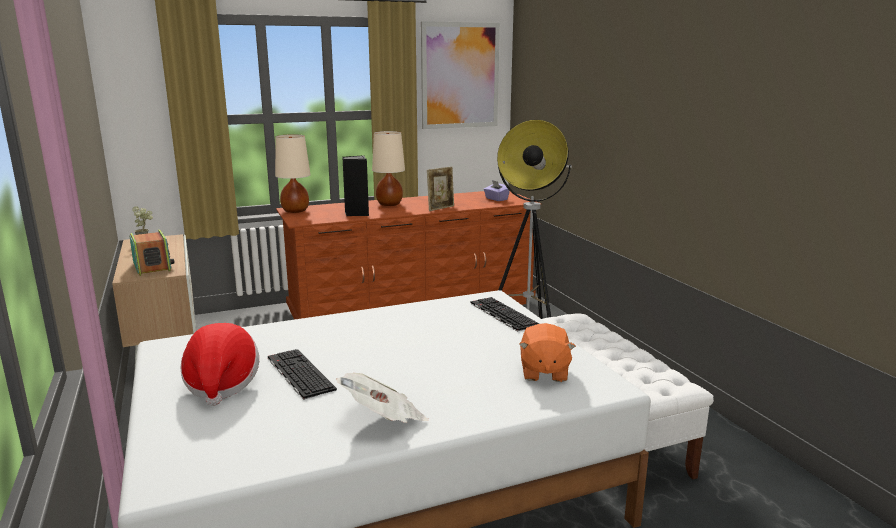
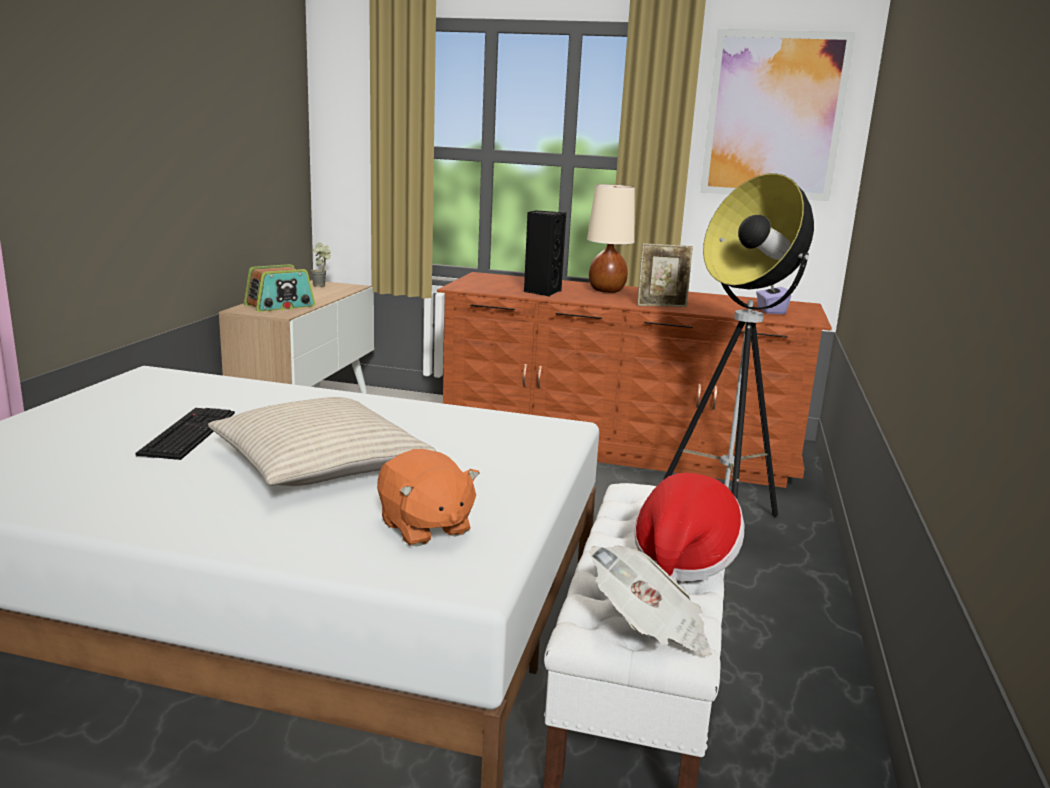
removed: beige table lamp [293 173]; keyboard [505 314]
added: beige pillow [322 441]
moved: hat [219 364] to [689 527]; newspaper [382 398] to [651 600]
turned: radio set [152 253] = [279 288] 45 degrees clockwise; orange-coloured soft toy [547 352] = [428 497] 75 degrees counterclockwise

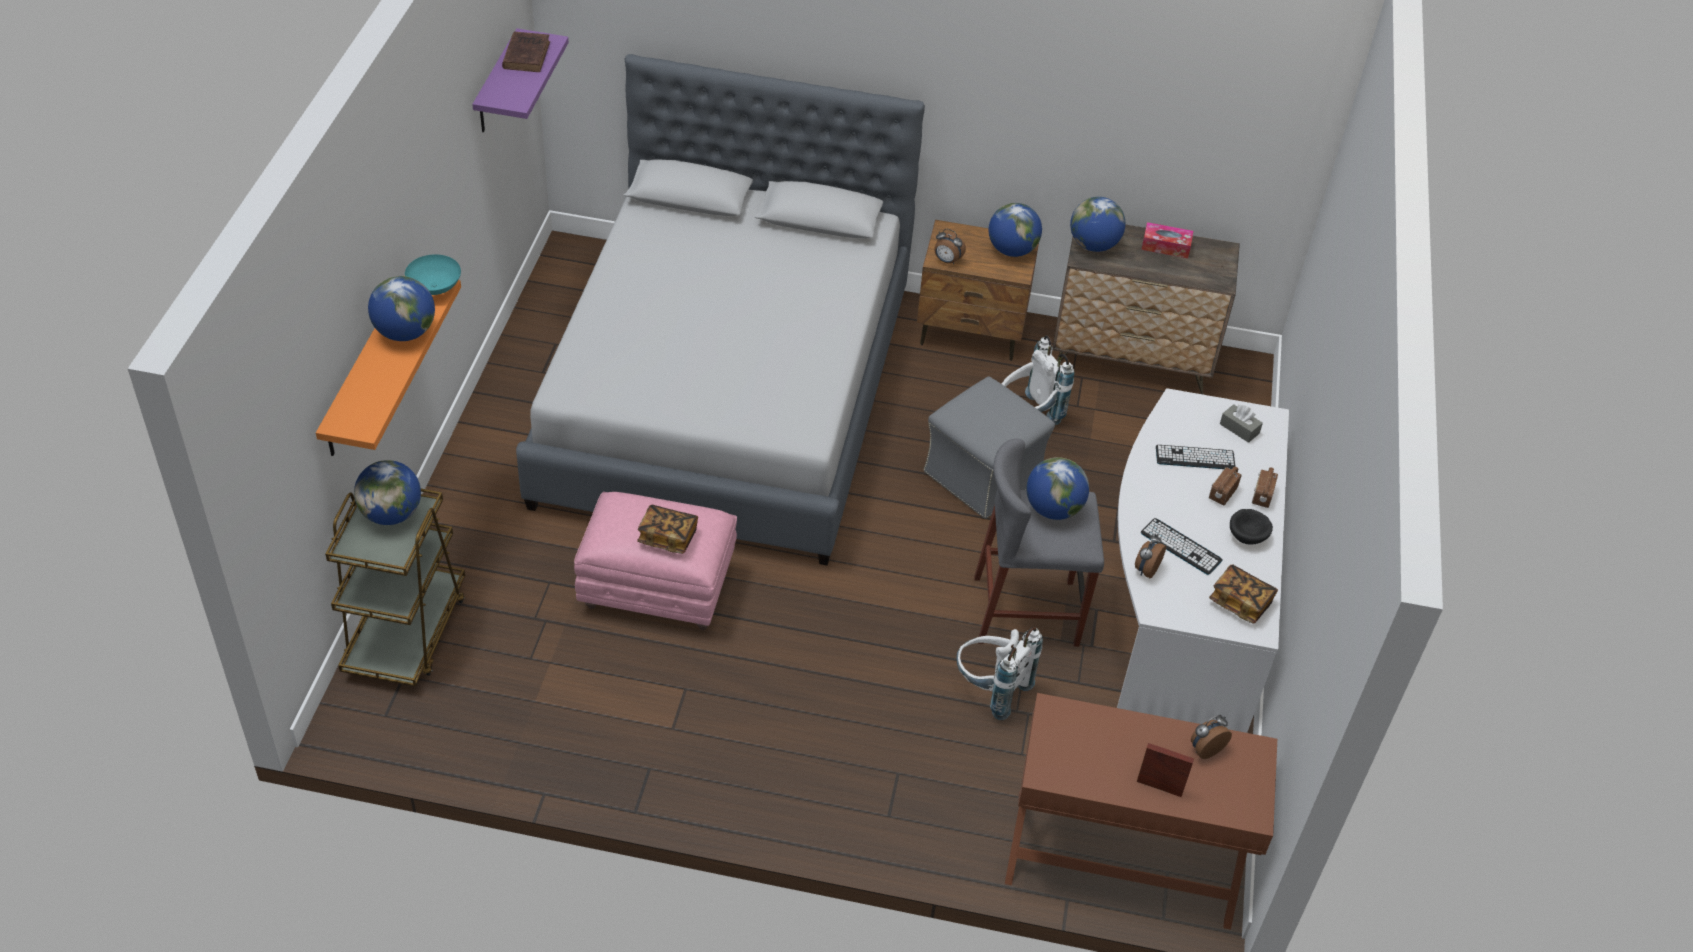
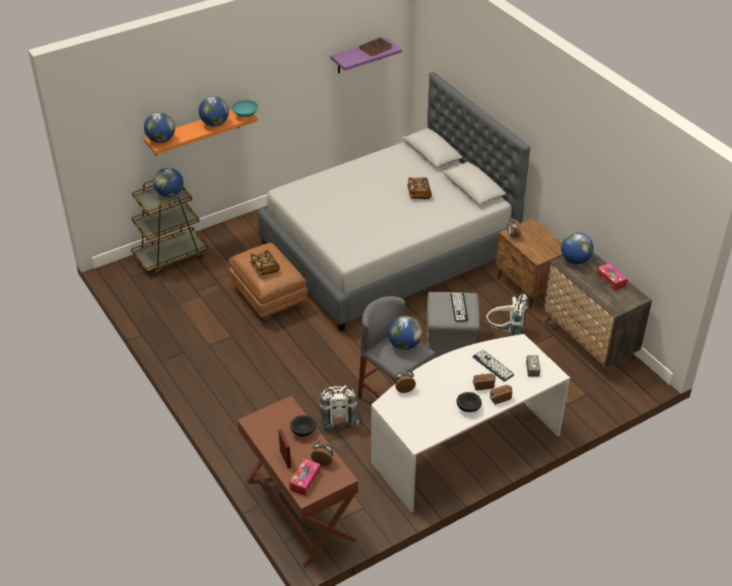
added: blackish serving bowl [303 426]; box of tissues [305 477]
moved: desk globe [1015 230] to [159 127]; keyboard [1182 546] to [460 307]; bound book [1243 594] to [419 188]
recoloured: pink pouffe [655 561] to brown-coloured pouffe [268 282]

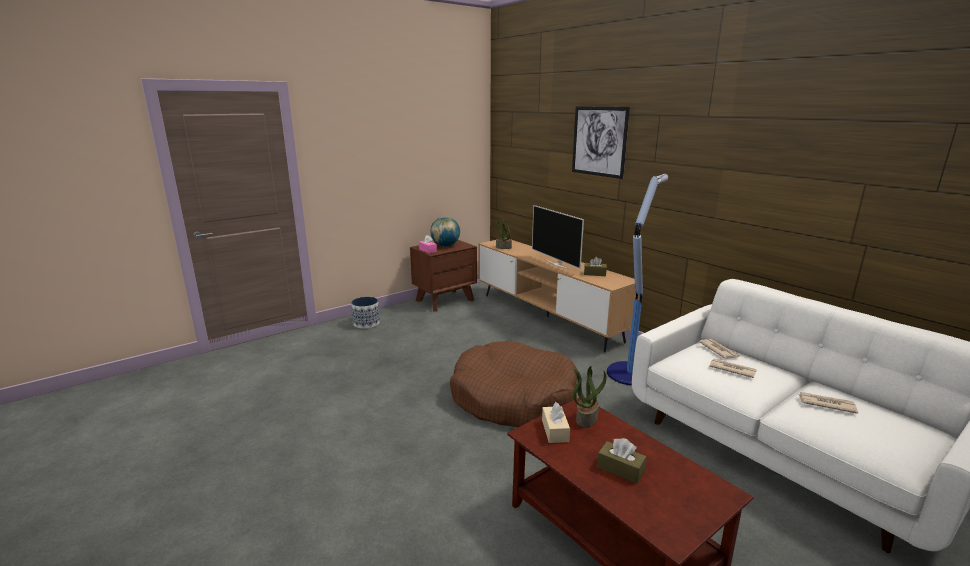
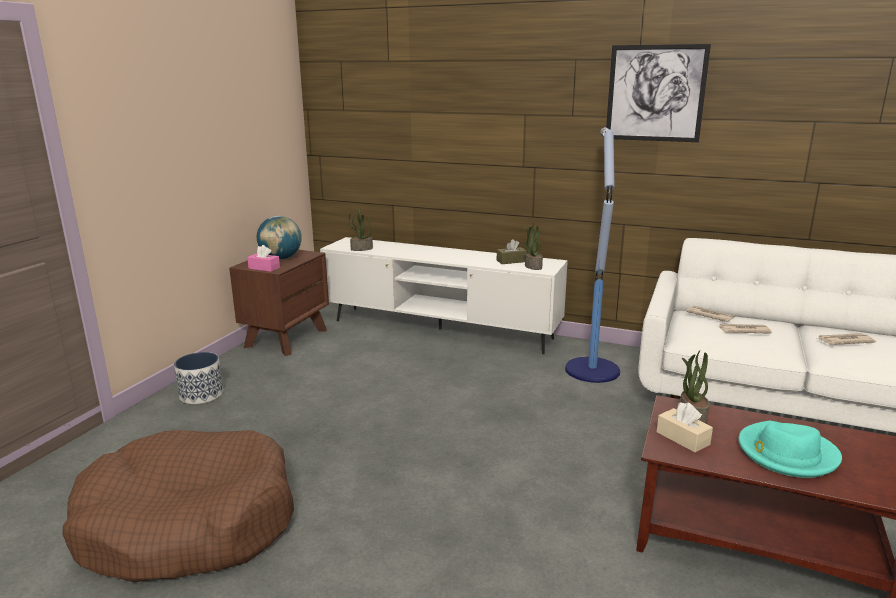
removed: TV set [558 237]
added: houseplant [533 246]
moved: wall art [601 142] to [658 93]; brown-coloured dog bed [514 384] to [178 506]
replaced: brown-coloured box of tissues [622 461] to turquoise-coloured hat [790 449]
recoloured: brown-coloured tv stand [559 295] to whitish tv stand [444 295]

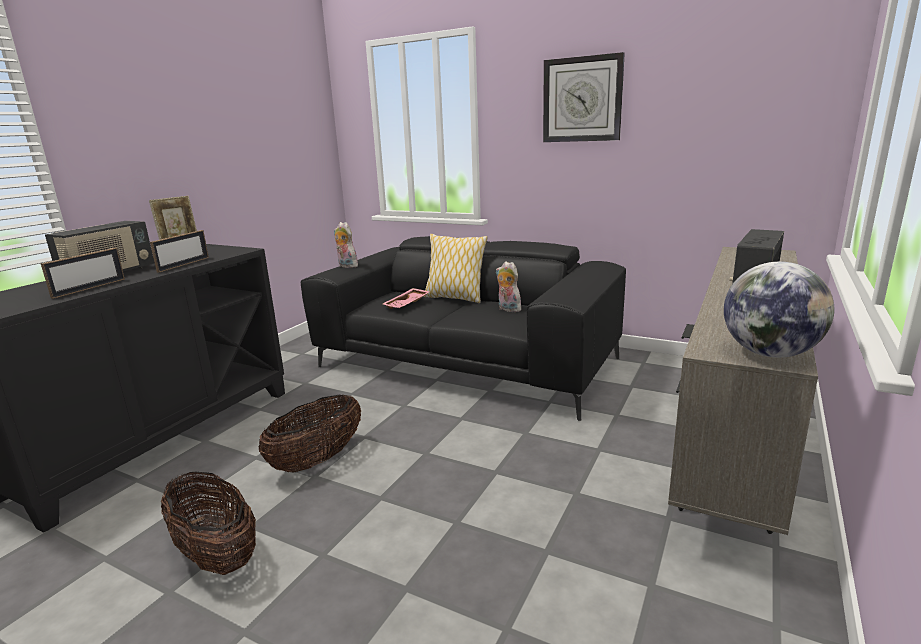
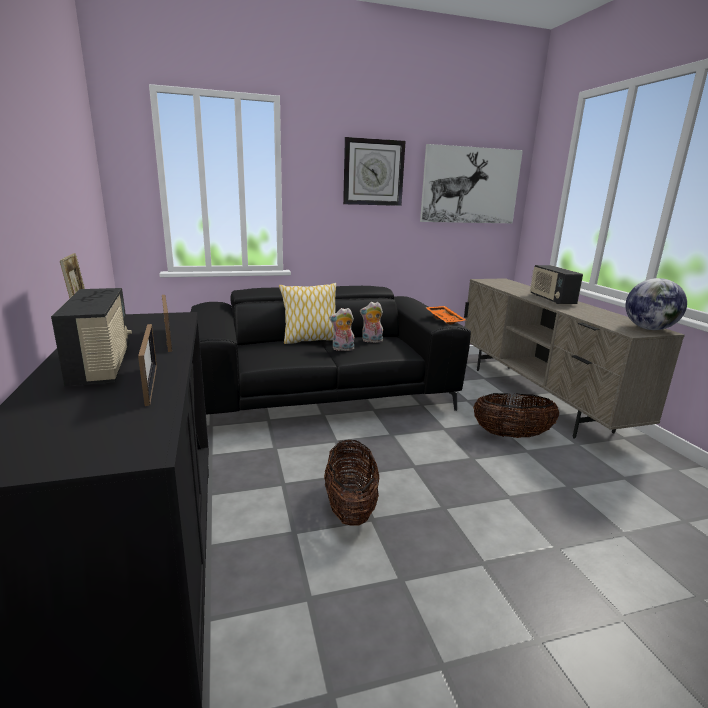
removed: pink carrying tray [406 298]
added: wall art [471 183]; orange-coloured carrying tray [446 315]
moved: soft toy [346 245] to [341 329]; basket [208 523] to [516 415]

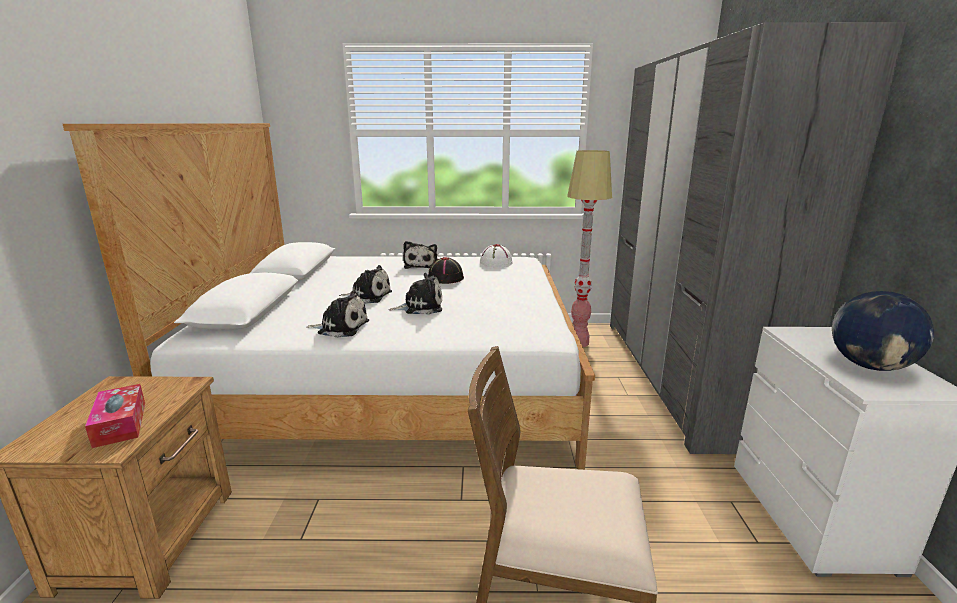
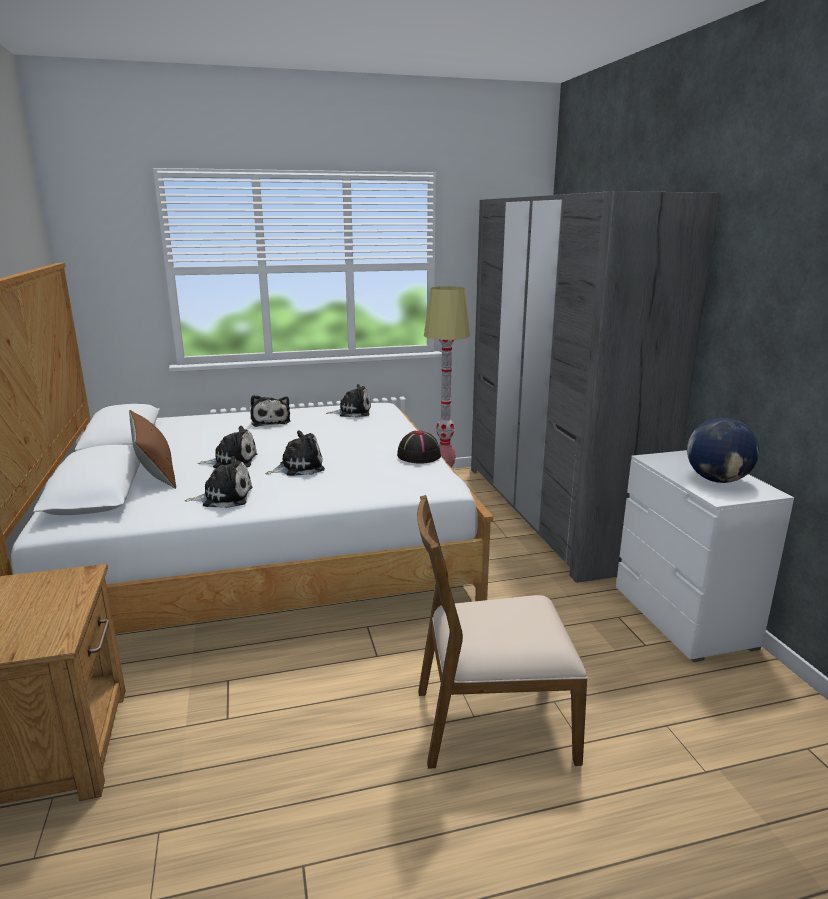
removed: box of tissues [115 416]
added: brown-coloured pillow [152 449]
moved: blackish hat [446 270] to [419 447]
replaced: whitish hat [496 255] to soft toy [348 401]

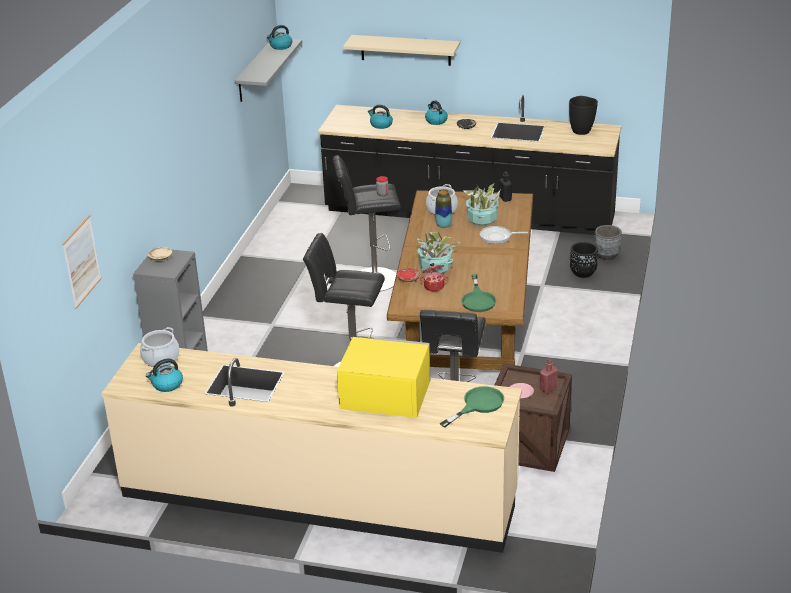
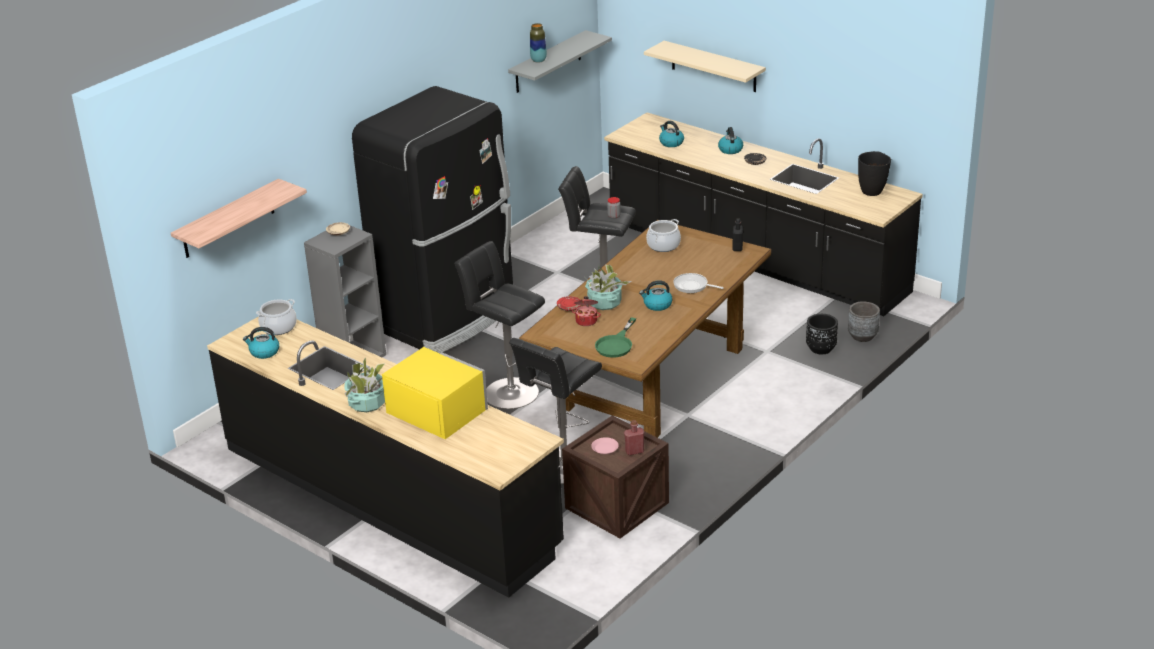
removed: green skillet [472 406]
added: blackish kitchen fridge [432 219]
moved: water kettle [279 37] to [656 295]; houseplant [481 205] to [365 384]; flower vase [443 208] to [538 43]
replaced: wall art [82 262] to wall shelf [239 218]
recoloured: beige kitchen base unit [311 448] to blackish kitchen base unit [385 457]

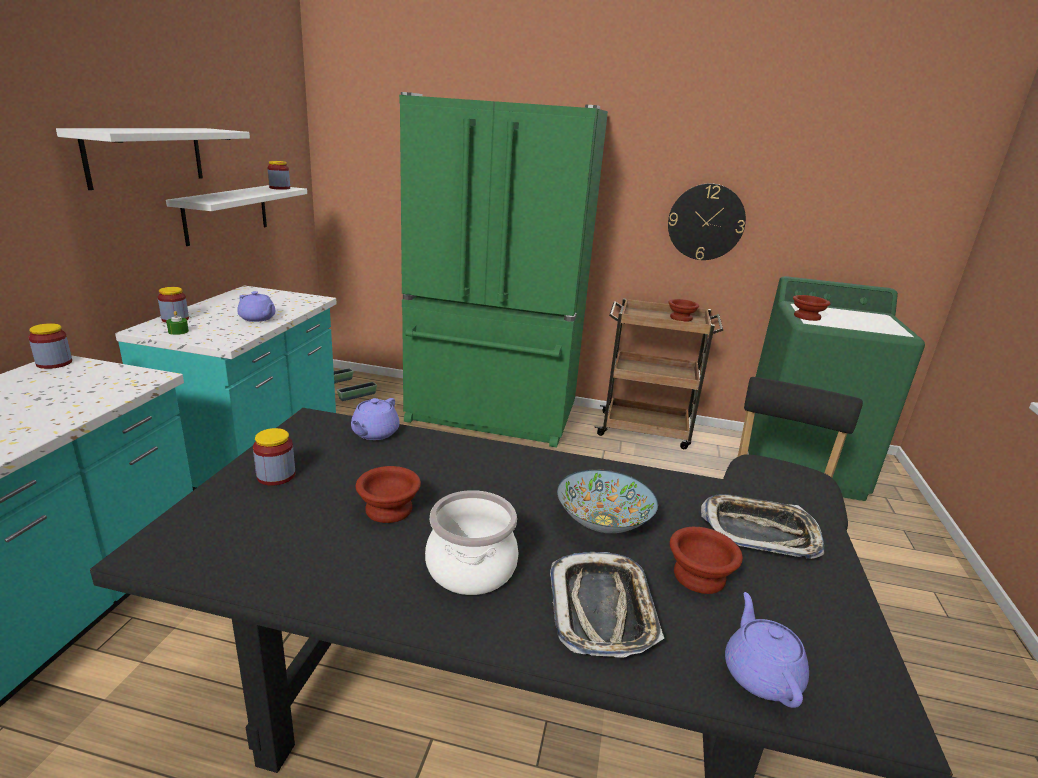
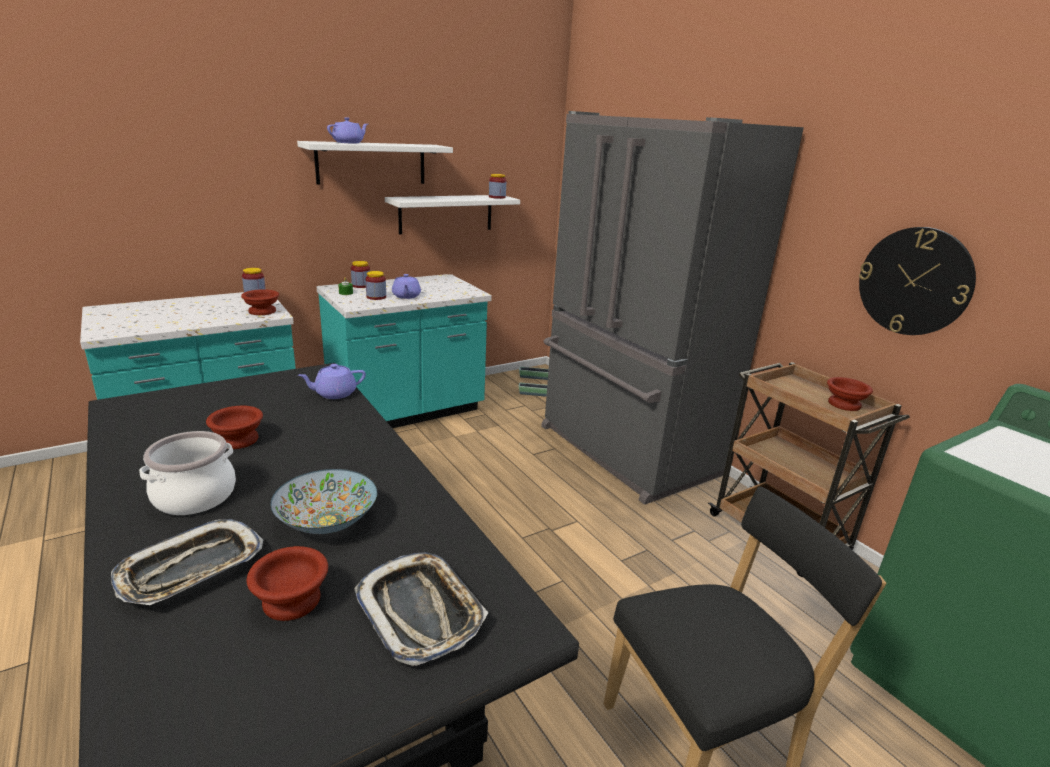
moved: brown-coloured serving bowl [812 308] to [260 302]; storage jar [274 457] to [375 285]; purple-coloured tea pot [767 650] to [347 130]
recoloured: green kitchen fridge [503 270] to grey kitchen fridge [672 308]

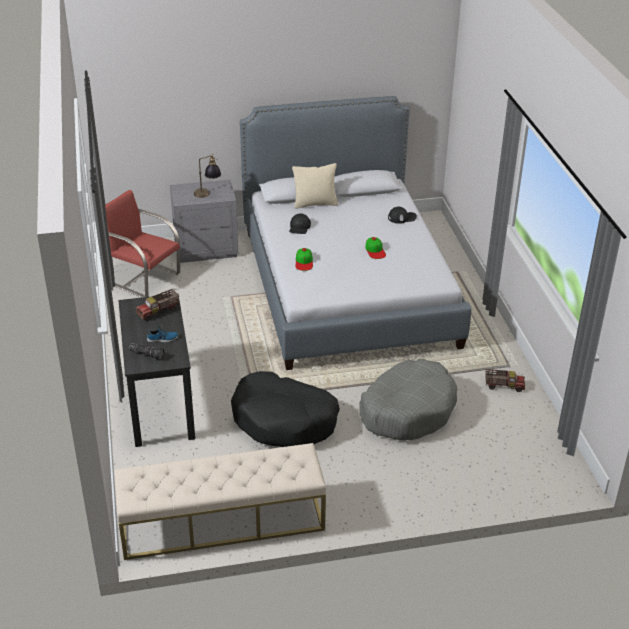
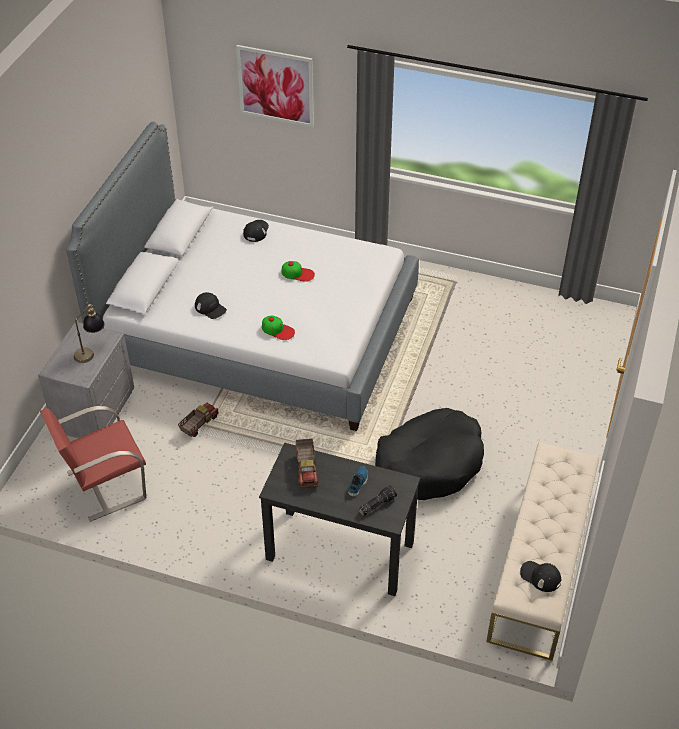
removed: beige pillow [315 186]; grey dog bed [408 399]
added: wall art [275 86]; blackish baseball cap [540 576]
moved: model truck [505 380] to [198 419]

